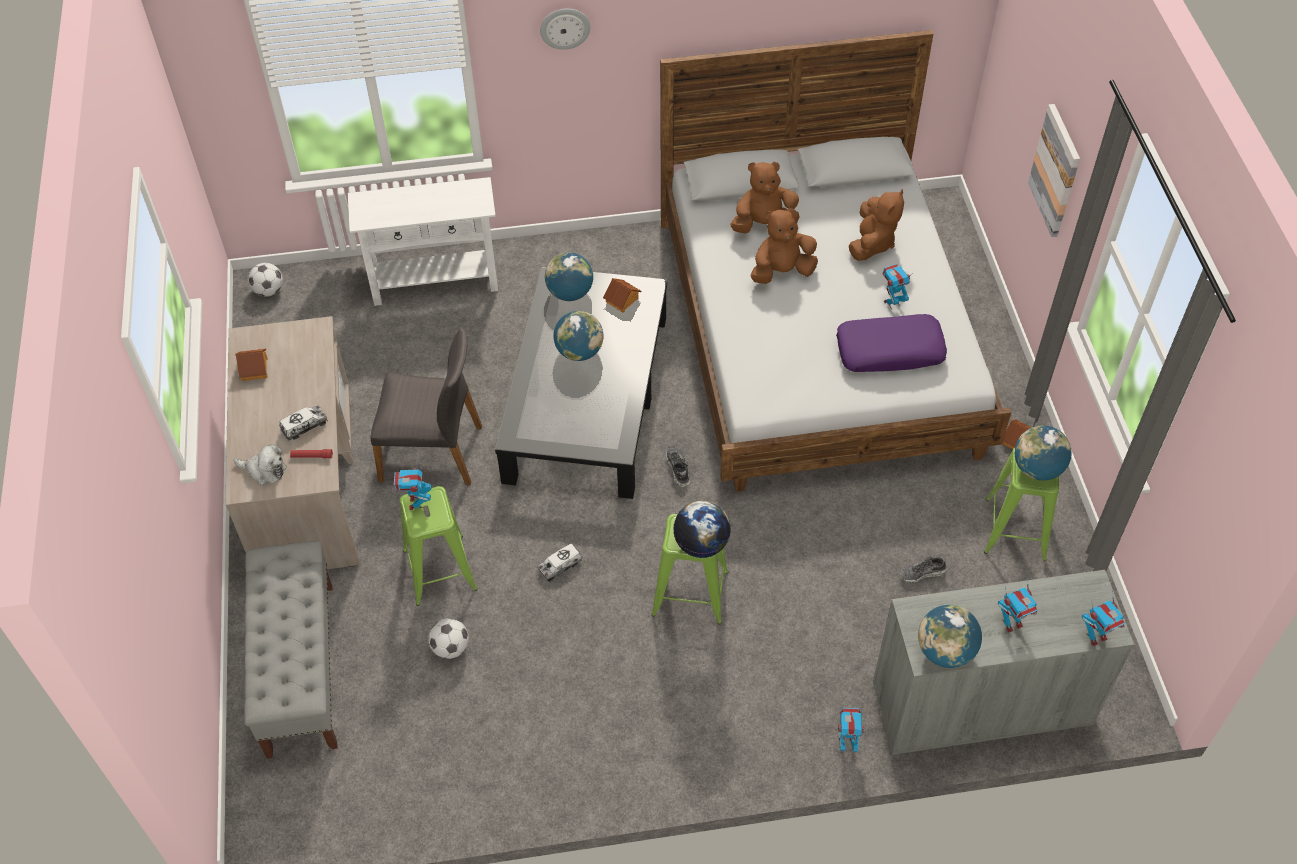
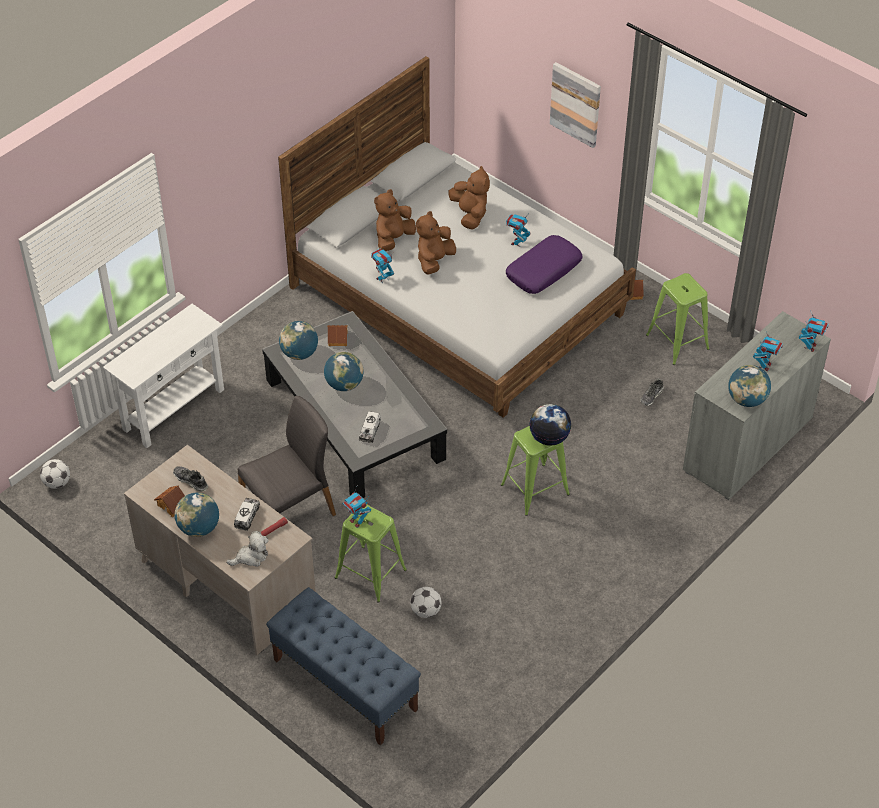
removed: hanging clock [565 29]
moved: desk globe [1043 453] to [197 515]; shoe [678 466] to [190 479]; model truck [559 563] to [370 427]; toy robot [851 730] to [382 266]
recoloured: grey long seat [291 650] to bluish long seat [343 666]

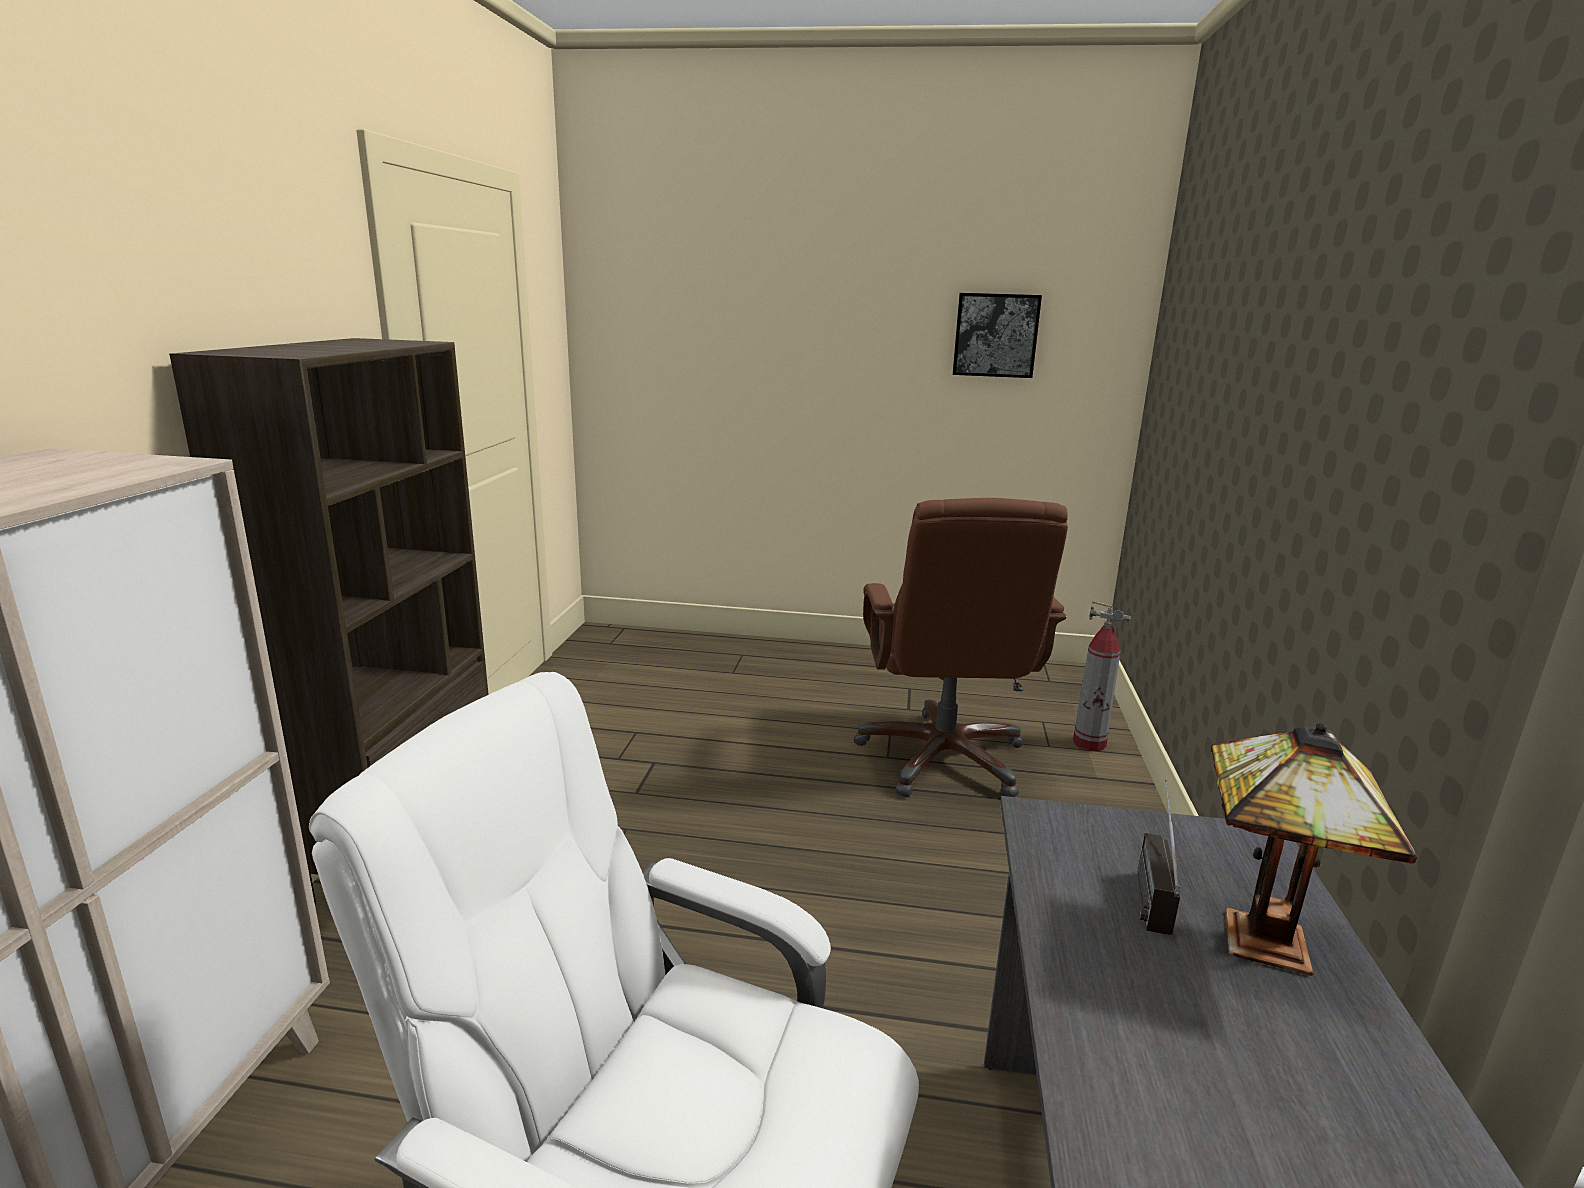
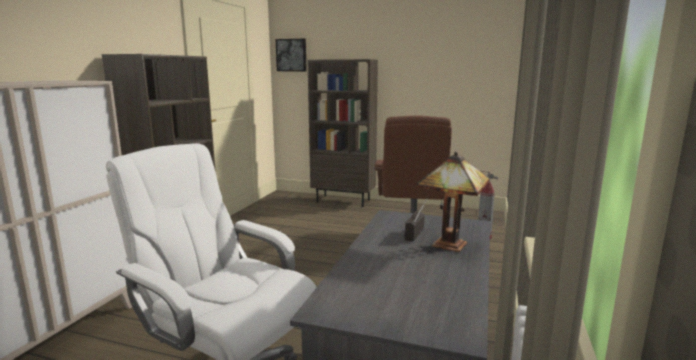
added: brown-coloured shelving unit [342 133]
moved: wall art [997 335] to [291 55]

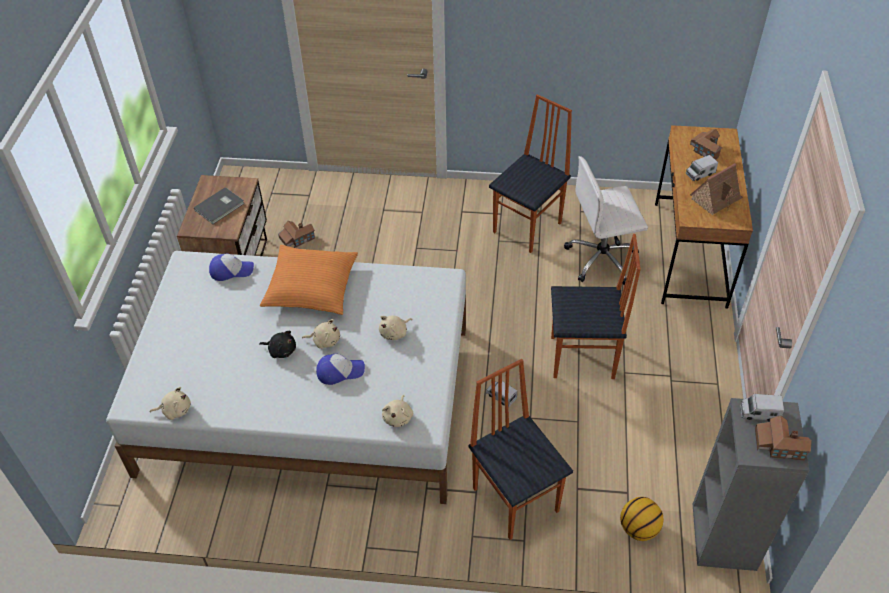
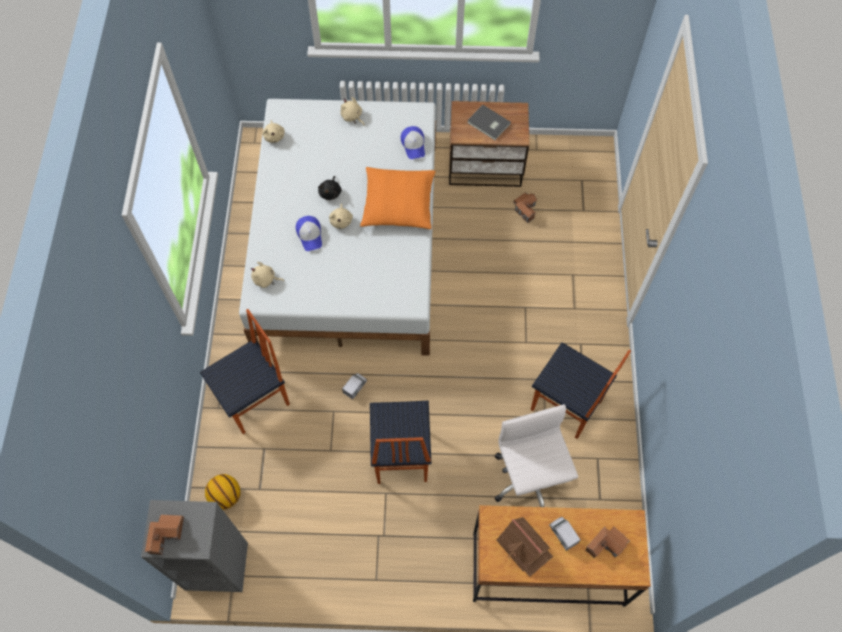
removed: model truck [762 408]
moved: beige soft toy [396 327] to [352 111]

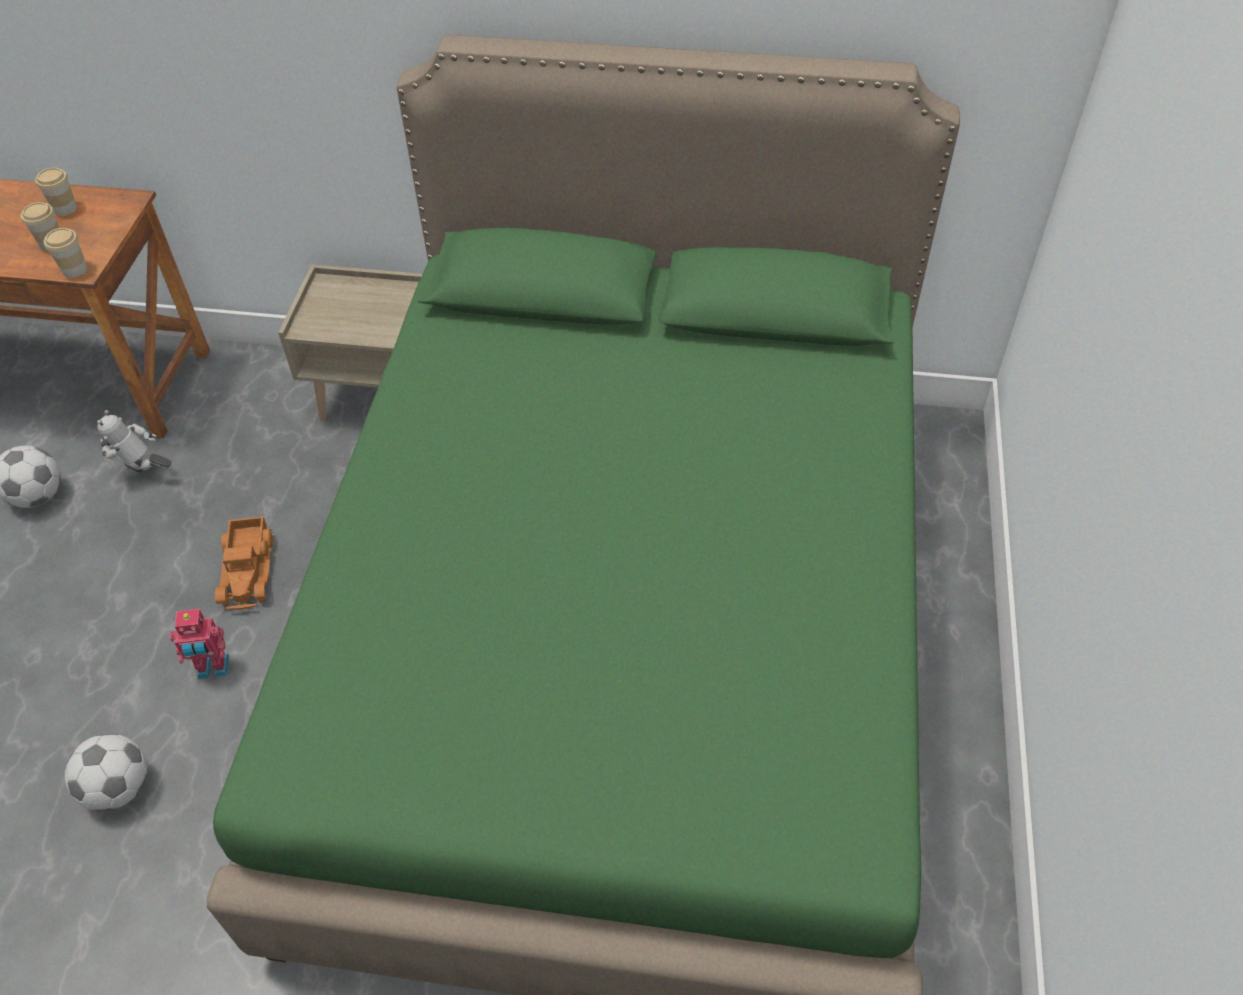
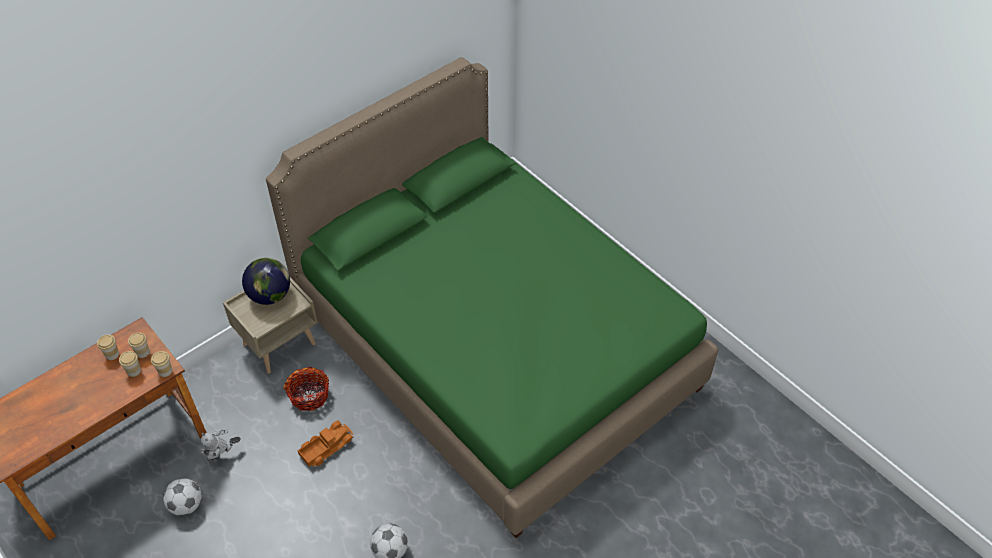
removed: toy robot [199 644]
added: desk globe [266 281]; drinking cup [139 345]; basket [306 389]
turned: model truck [244 563] = [325 444] 75 degrees counterclockwise

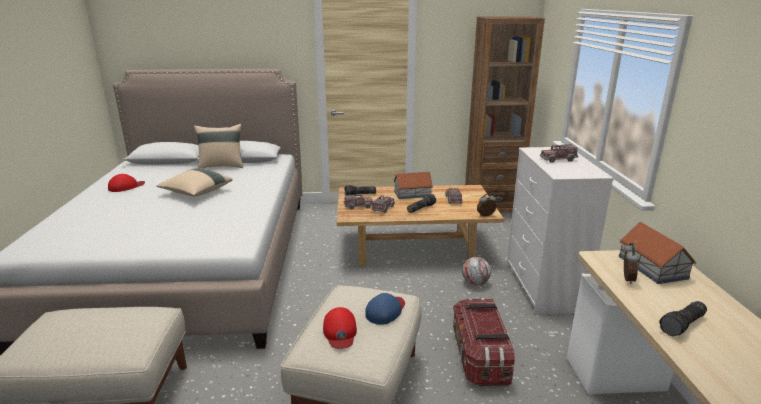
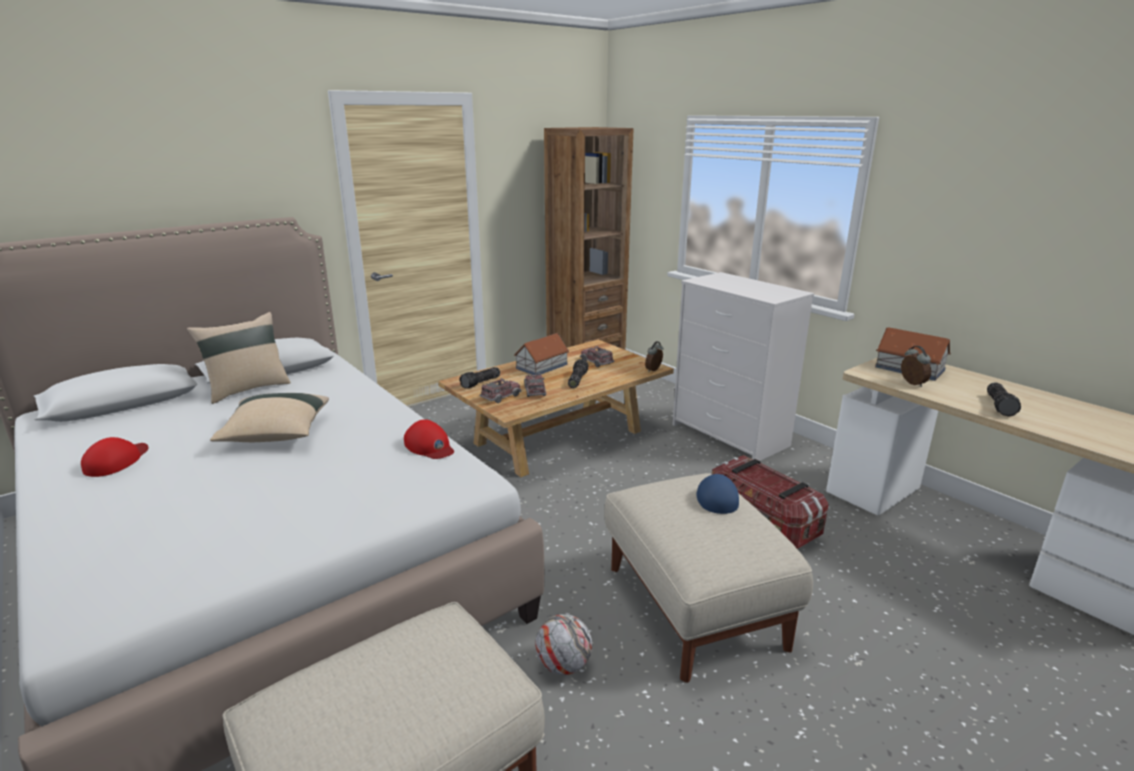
removed: model truck [559 153]
moved: ball for football [476 271] to [563 644]; red baseball cap [340 328] to [429 439]

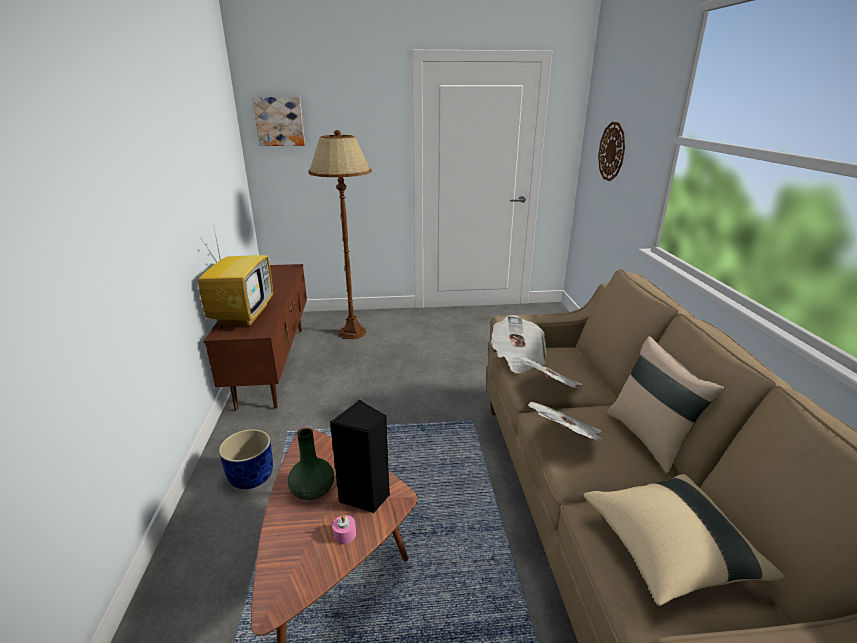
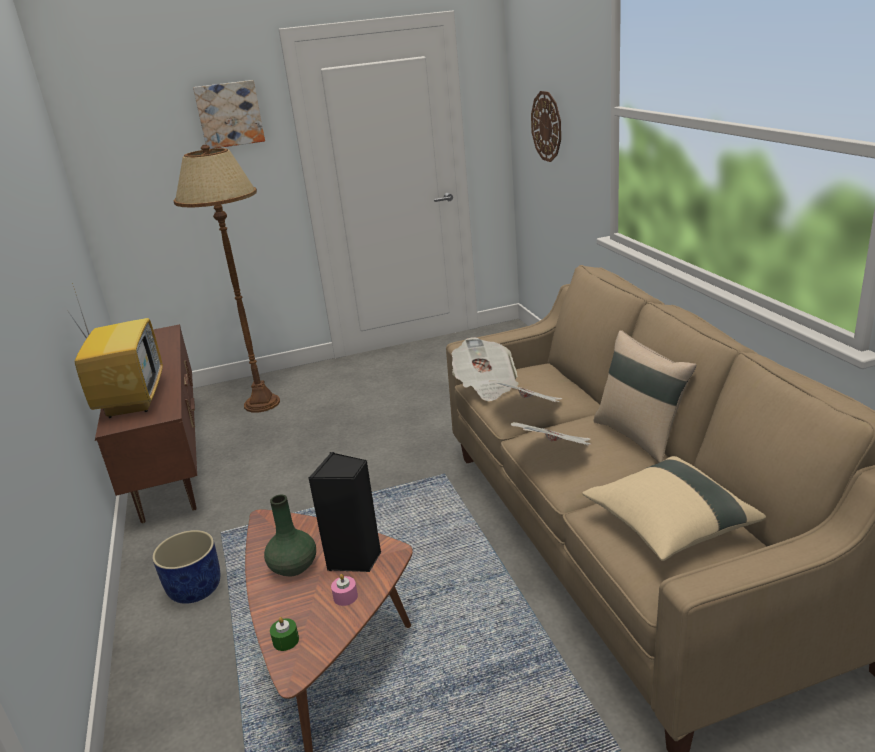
added: green wax light [284 634]
moved: wall art [278 121] to [229 114]

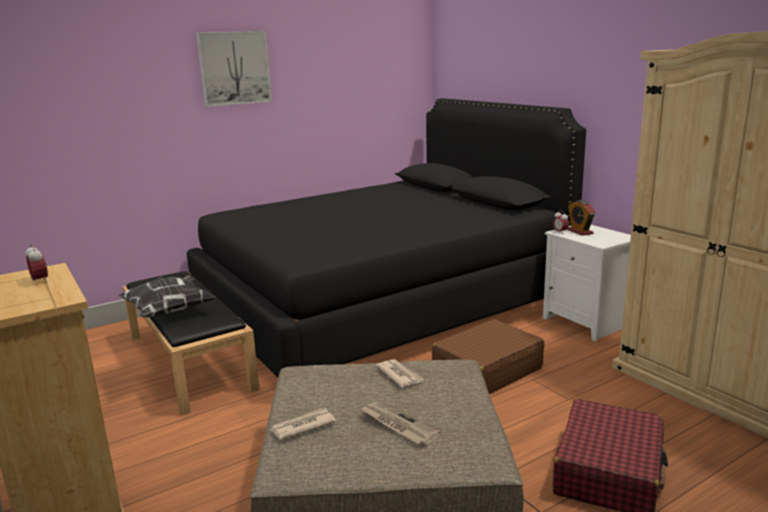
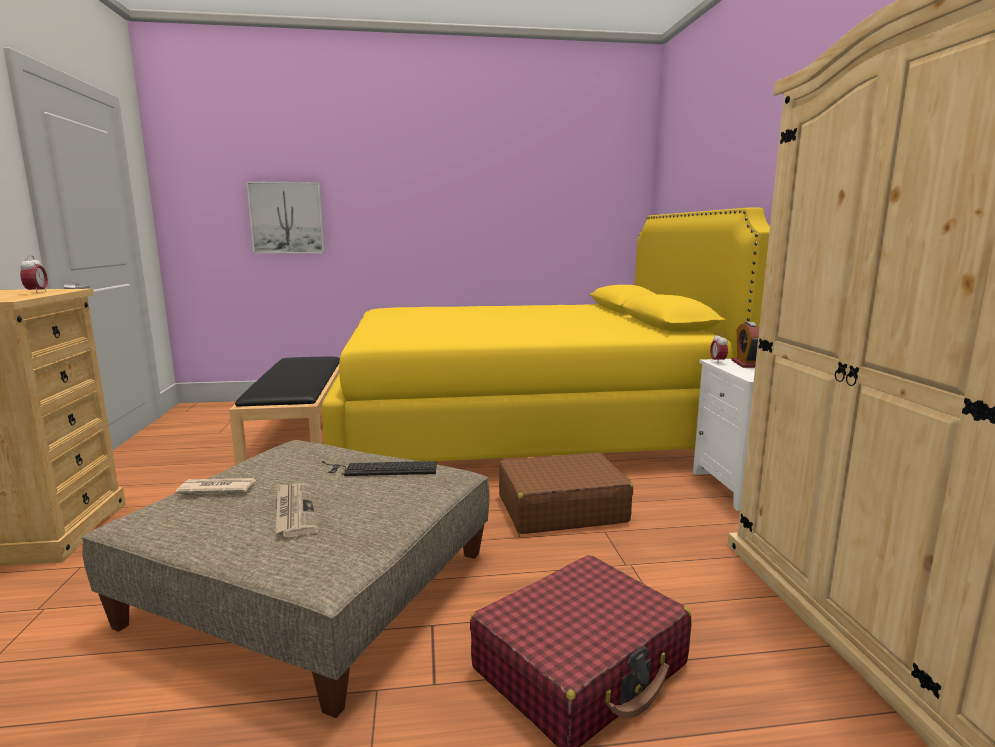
removed: pillow [166 296]
moved: wall art [234 69] to [285 217]
replaced: newspaper [400 373] to keyboard [379 468]
recoloured: blackish bedroom bed [386 237] to yellow bedroom bed [545 334]

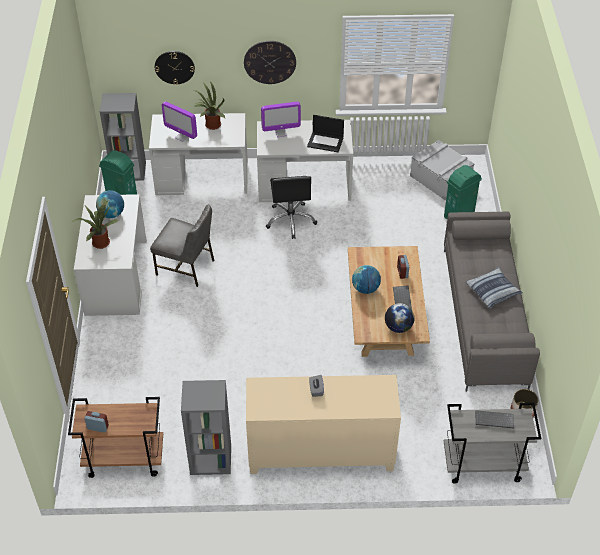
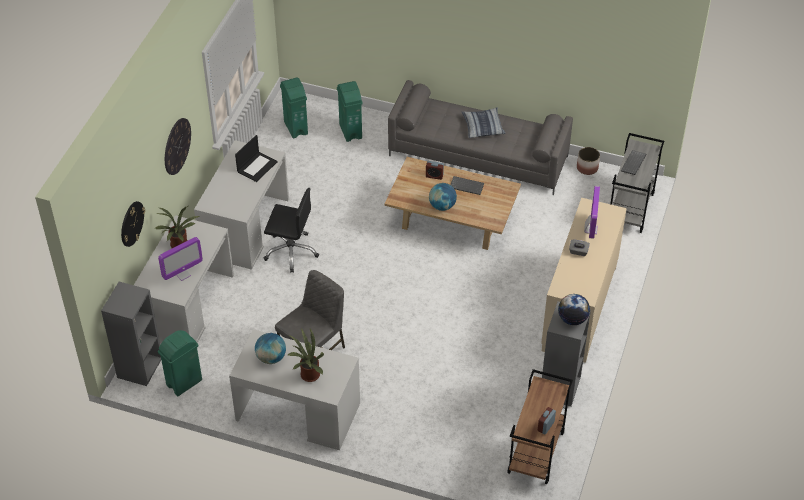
moved: computer screen [281 119] to [592 212]; desk globe [400 318] to [574 309]
replaced: grey storage bin [442 170] to green waste bin [294 107]

